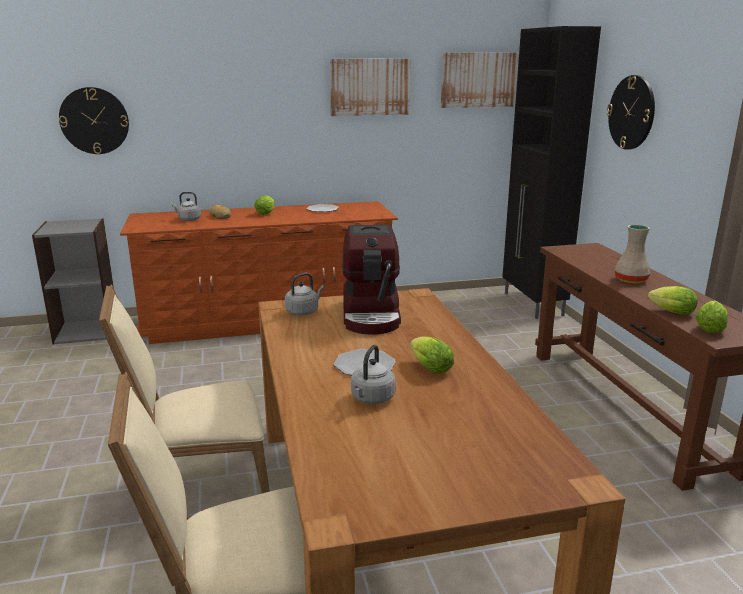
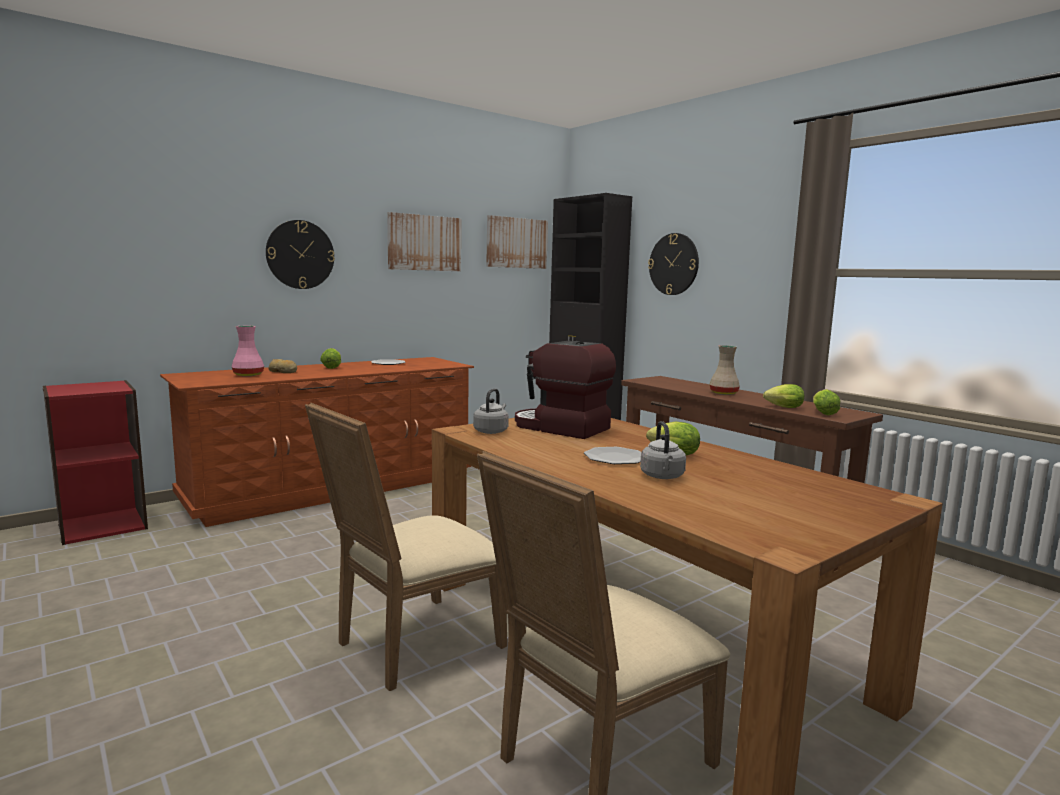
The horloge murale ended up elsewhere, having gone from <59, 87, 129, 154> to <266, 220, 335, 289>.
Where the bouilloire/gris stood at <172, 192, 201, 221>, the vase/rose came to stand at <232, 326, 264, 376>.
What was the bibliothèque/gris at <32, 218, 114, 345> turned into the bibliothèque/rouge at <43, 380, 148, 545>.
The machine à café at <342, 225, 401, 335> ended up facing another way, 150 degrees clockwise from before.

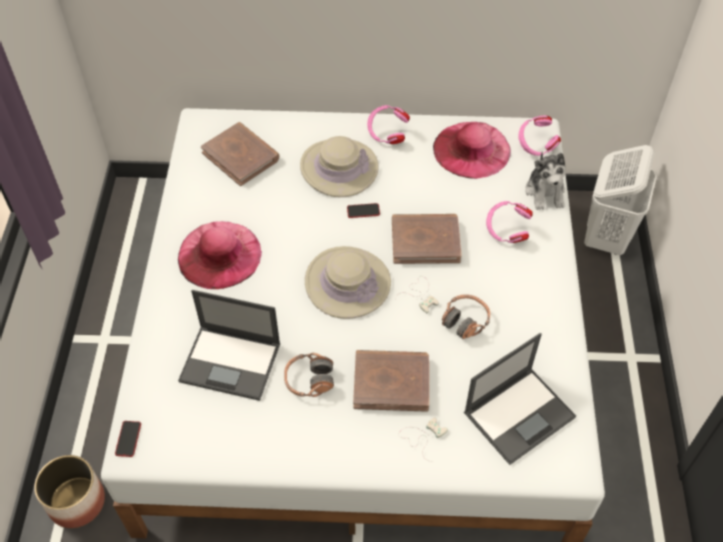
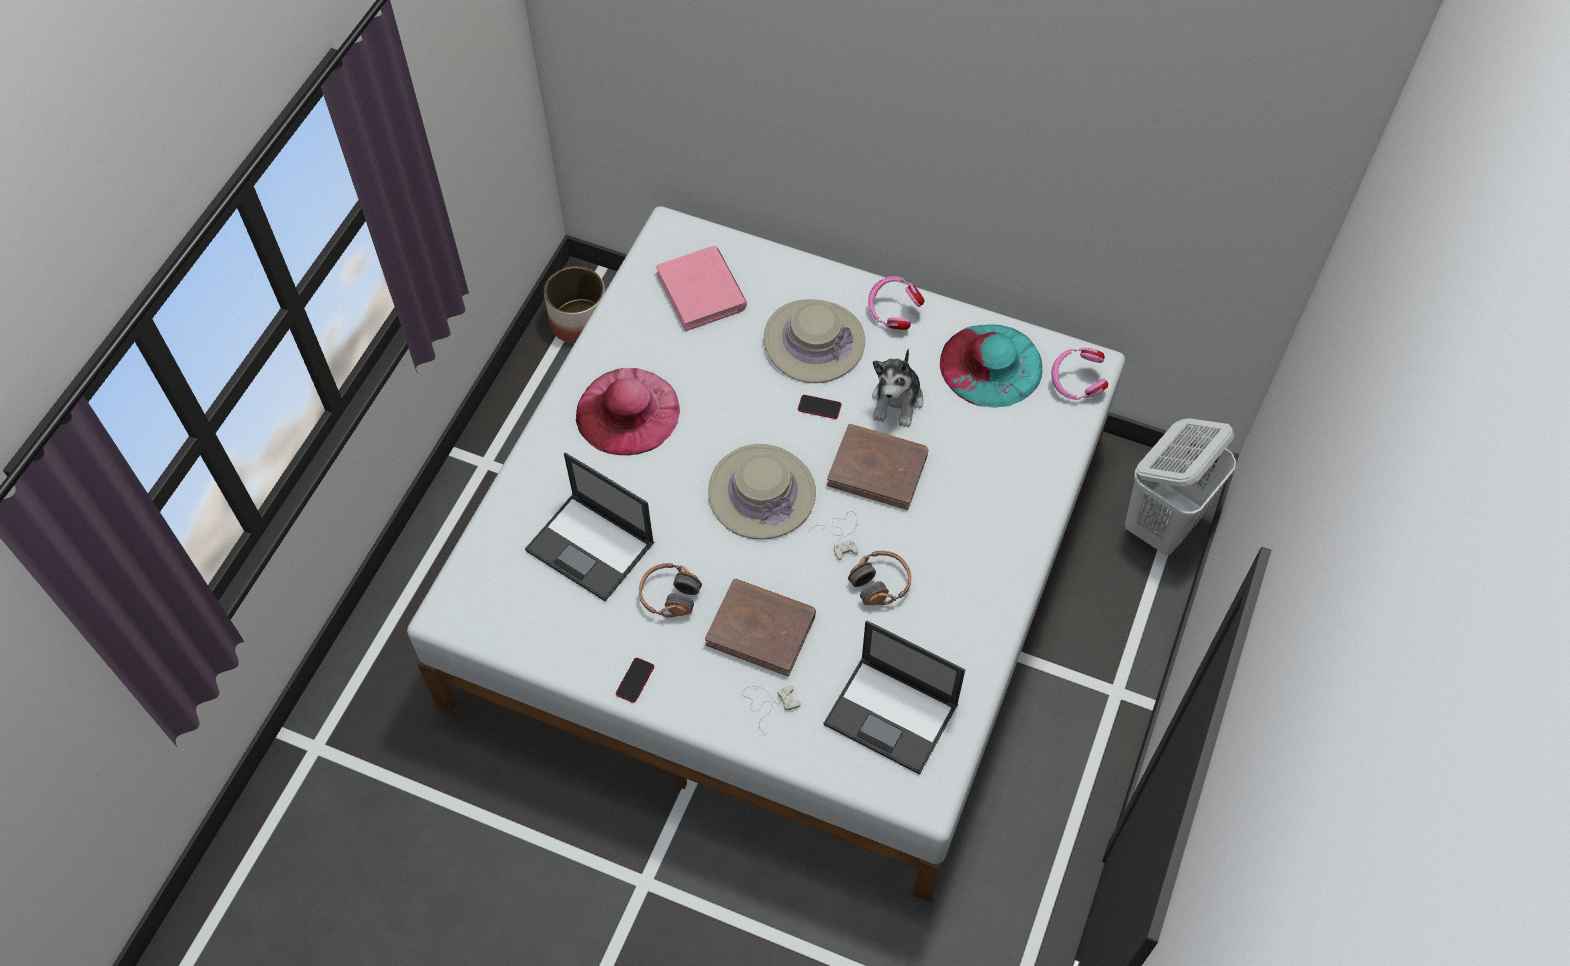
The second view lost the casque audio/rose at <486, 201, 533, 243>.
The cache-pot ended up elsewhere, having gone from <34, 455, 105, 528> to <544, 266, 605, 344>.
The téléphone ended up elsewhere, having gone from <115, 421, 141, 457> to <616, 658, 654, 703>.
The peluche ended up elsewhere, having gone from <525, 151, 565, 210> to <872, 349, 923, 428>.
What was the livre/marron at <201, 122, 279, 186> turned into the livre/rose at <656, 246, 747, 331>.
What was the chapeau/rose at <433, 122, 511, 179> turned into the chapeau/turquoise at <939, 324, 1042, 408>.
The ordinateur portable at <464, 333, 576, 465> ended up facing another way, 45 degrees clockwise from before.

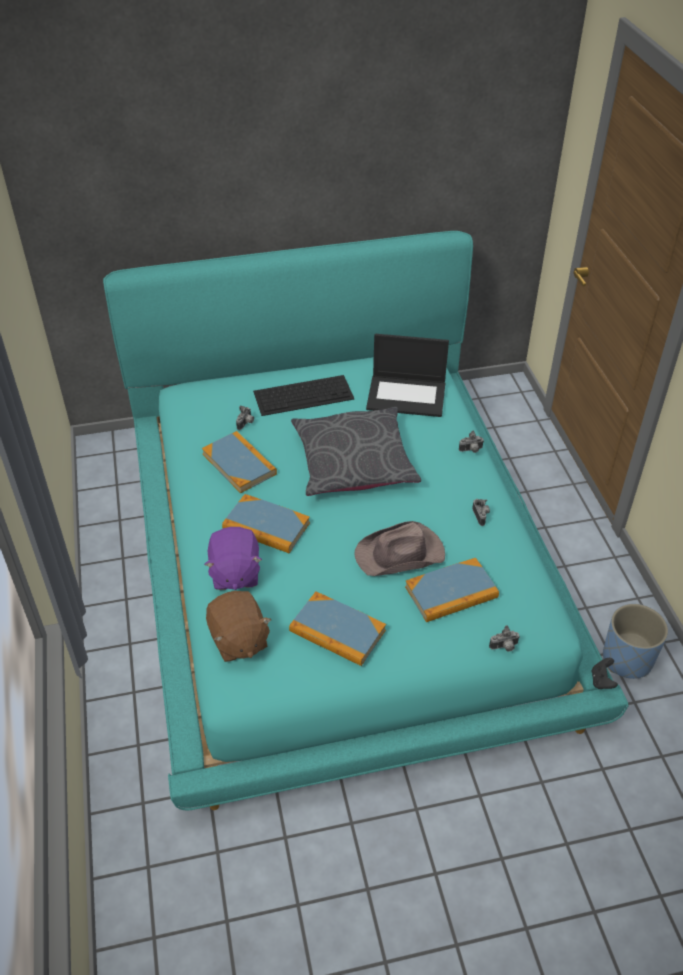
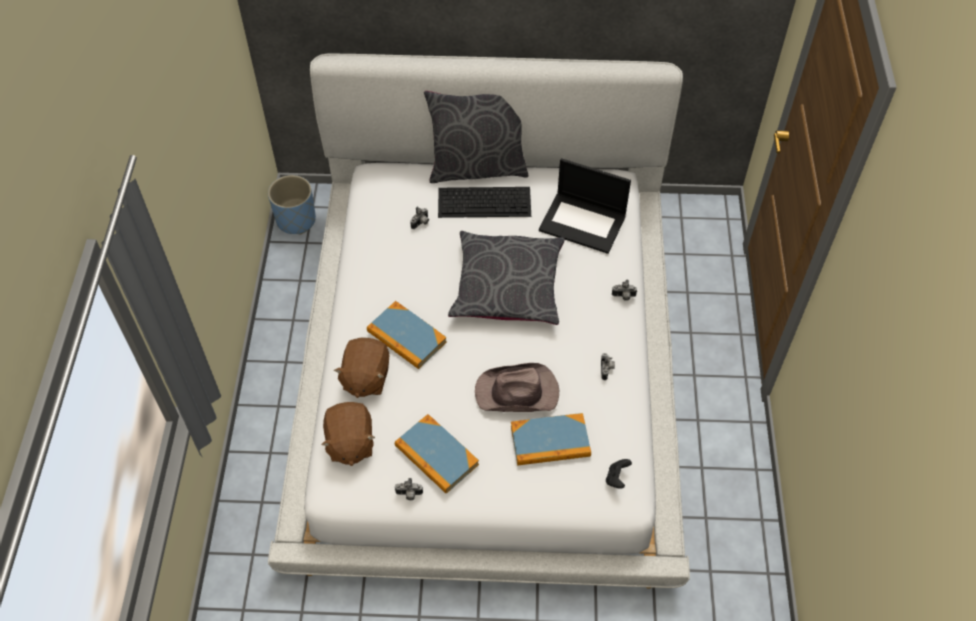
The second view lost the livre at <202, 431, 277, 493>.
The second view gained the coussin/gris at <424, 91, 528, 183>.
The appareil photo ended up elsewhere, having gone from <489, 625, 520, 652> to <394, 478, 423, 500>.
The manette/noir ended up elsewhere, having gone from <591, 658, 618, 689> to <606, 459, 632, 489>.
The cache-pot/bleu ended up elsewhere, having gone from <603, 604, 668, 679> to <268, 175, 316, 235>.
What was the lit/turquoise at <103, 231, 628, 811> turned into the lit/blanc at <268, 54, 690, 589>.
What was the peluche/violet at <204, 527, 262, 590> turned into the peluche/marron at <334, 337, 389, 398>.

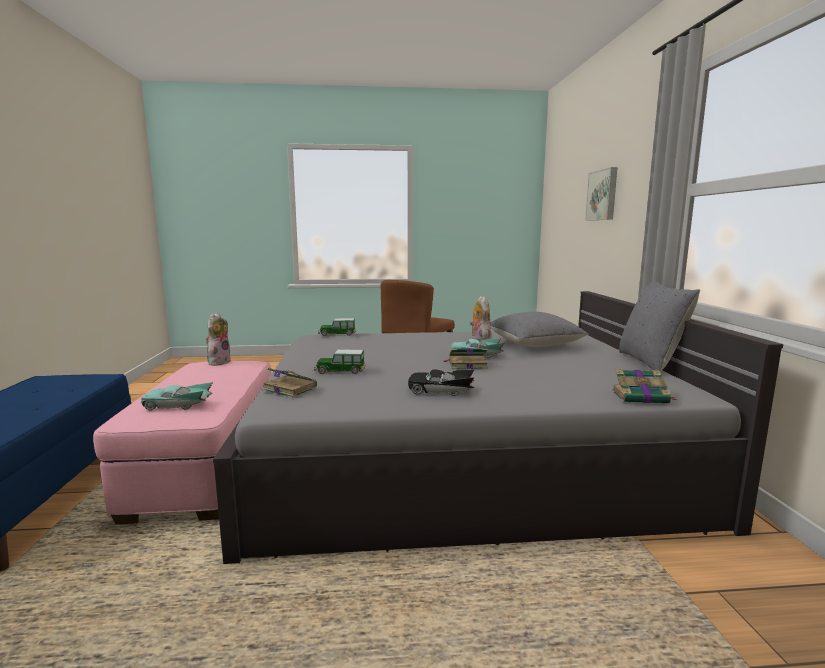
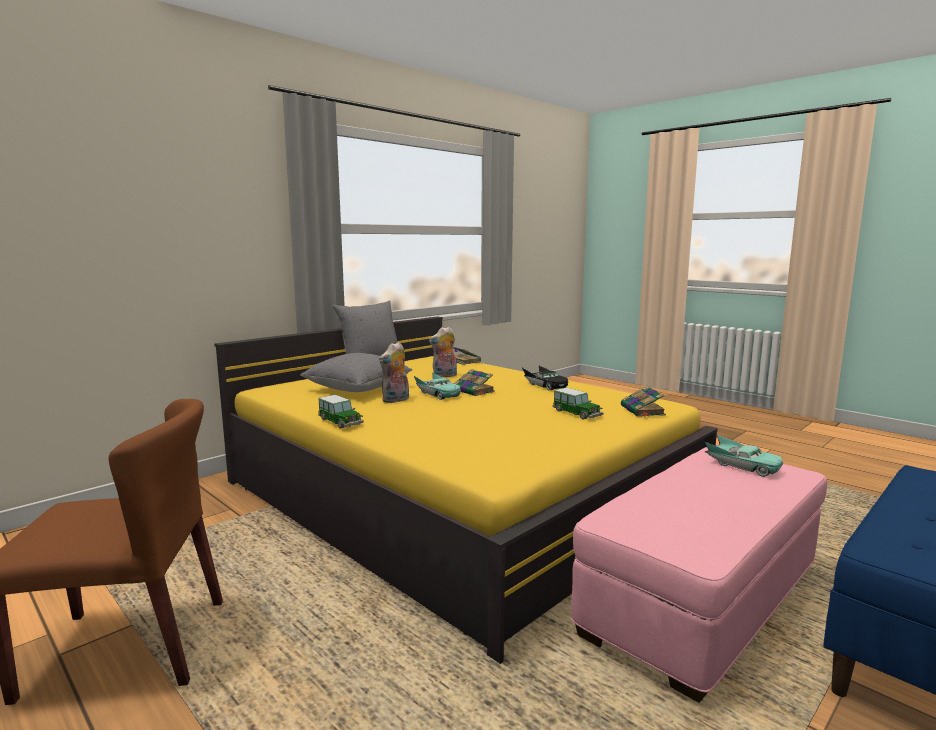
The second view lost the tableau at <585, 167, 617, 221>.
The peluche ended up elsewhere, having gone from <206, 313, 231, 366> to <429, 326, 457, 378>.
The petite voiture ended up elsewhere, having gone from <318, 318, 356, 336> to <318, 395, 364, 428>.
What was the lit/gris at <213, 291, 783, 564> turned into the lit/jaune at <214, 317, 718, 664>.

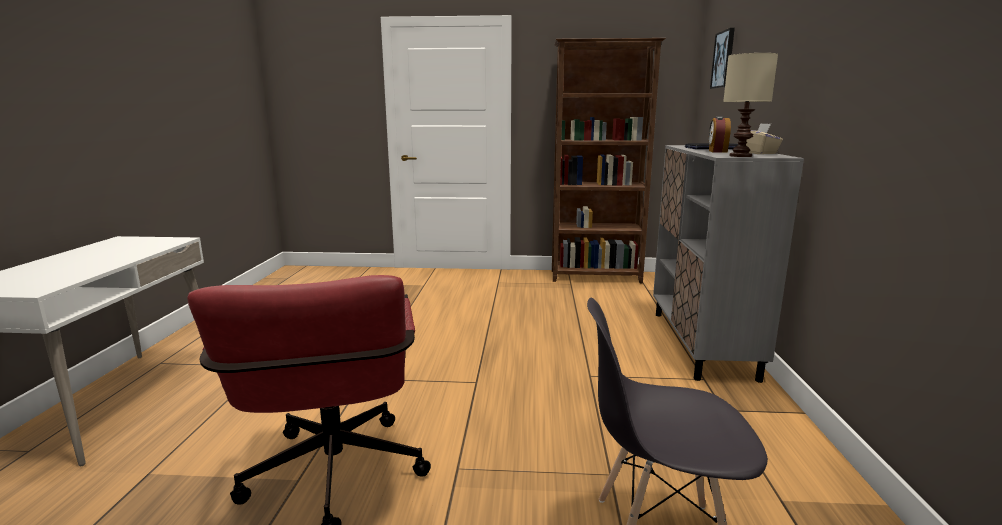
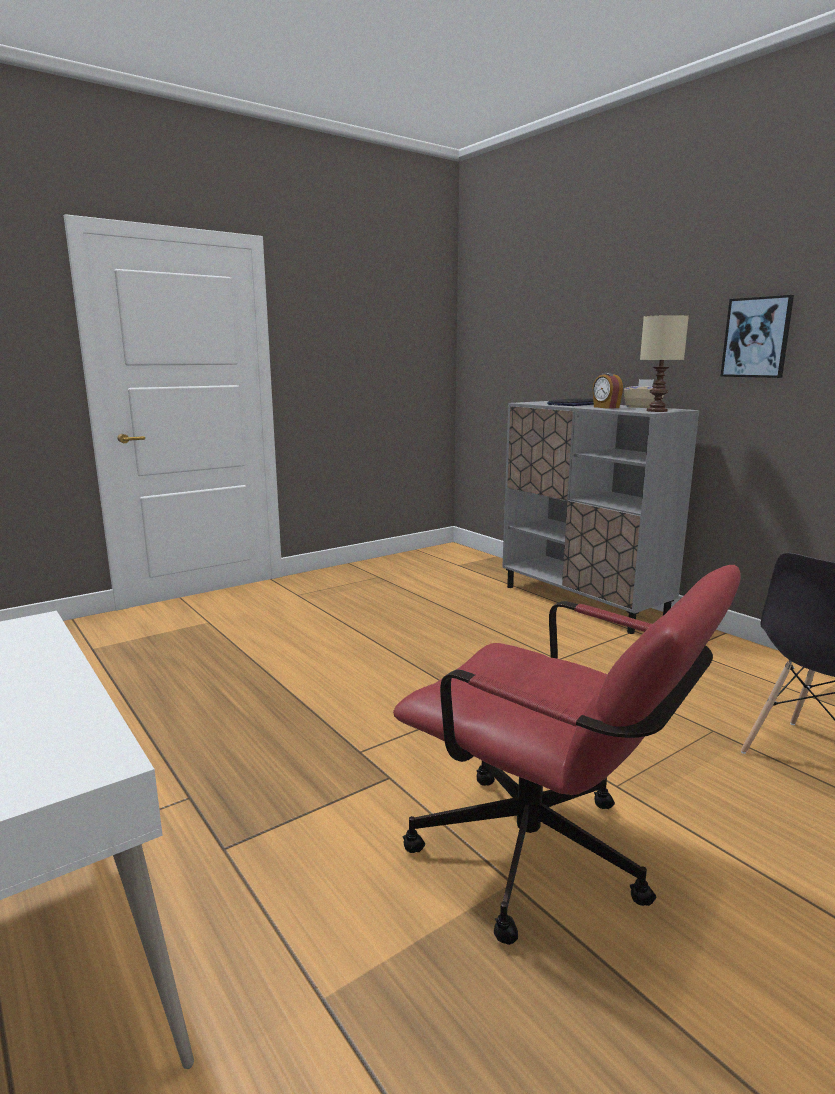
The second view lost the bibliothèque/marron at <552, 38, 666, 283>.
The tableau ended up elsewhere, having gone from <710, 28, 735, 89> to <720, 295, 794, 378>.

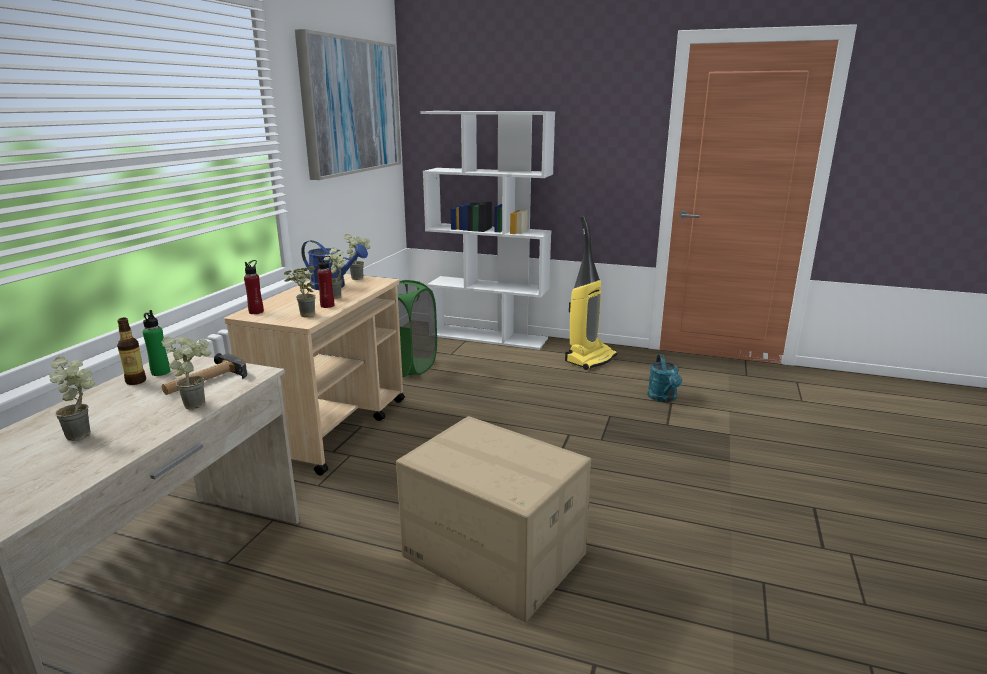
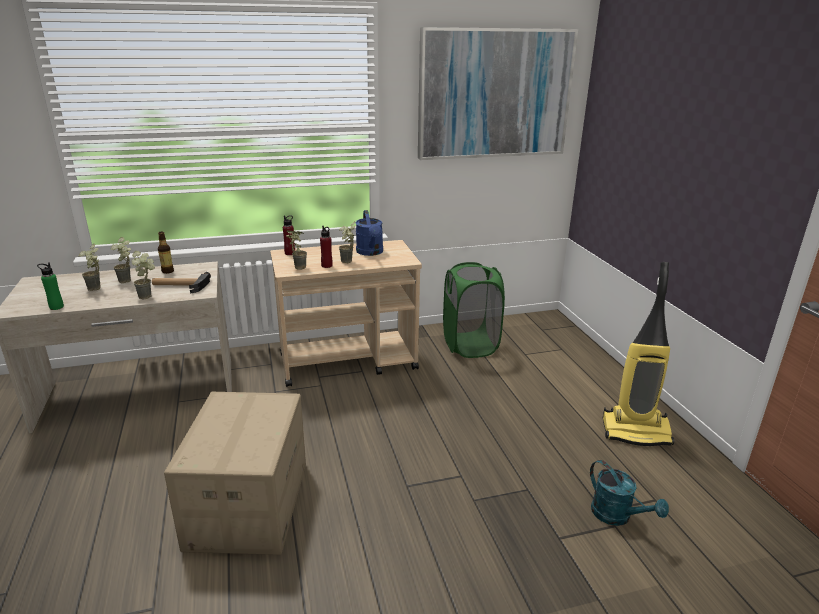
The second view lost the bibliothèque/blanc at <420, 111, 555, 350>.
The bouteille/vert ended up elsewhere, having gone from <142, 310, 170, 376> to <37, 262, 64, 310>.
The plante en pot ended up elsewhere, having gone from <344, 234, 370, 280> to <111, 237, 131, 283>.
The arrosoir/turquoise at <647, 354, 682, 402> ended up facing another way, 90 degrees counterclockwise from before.

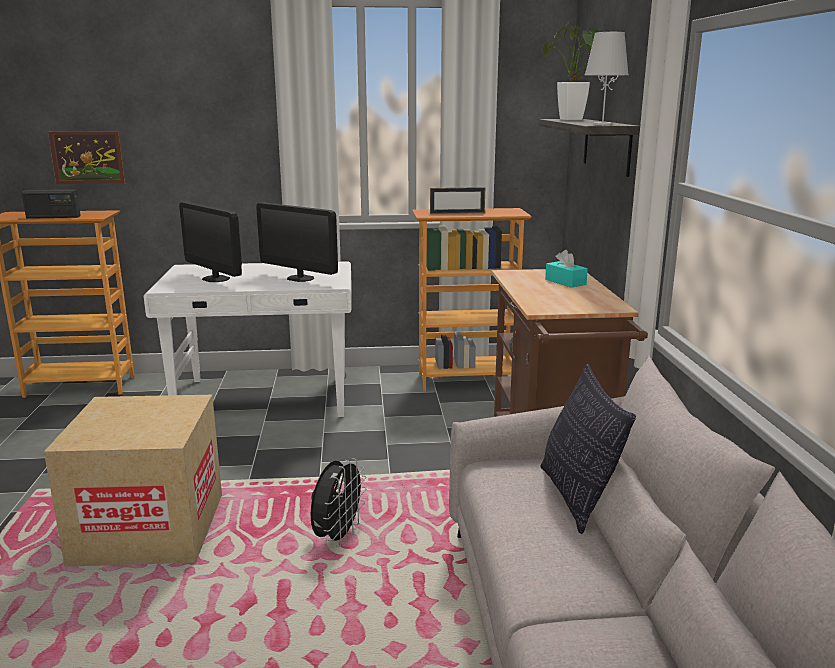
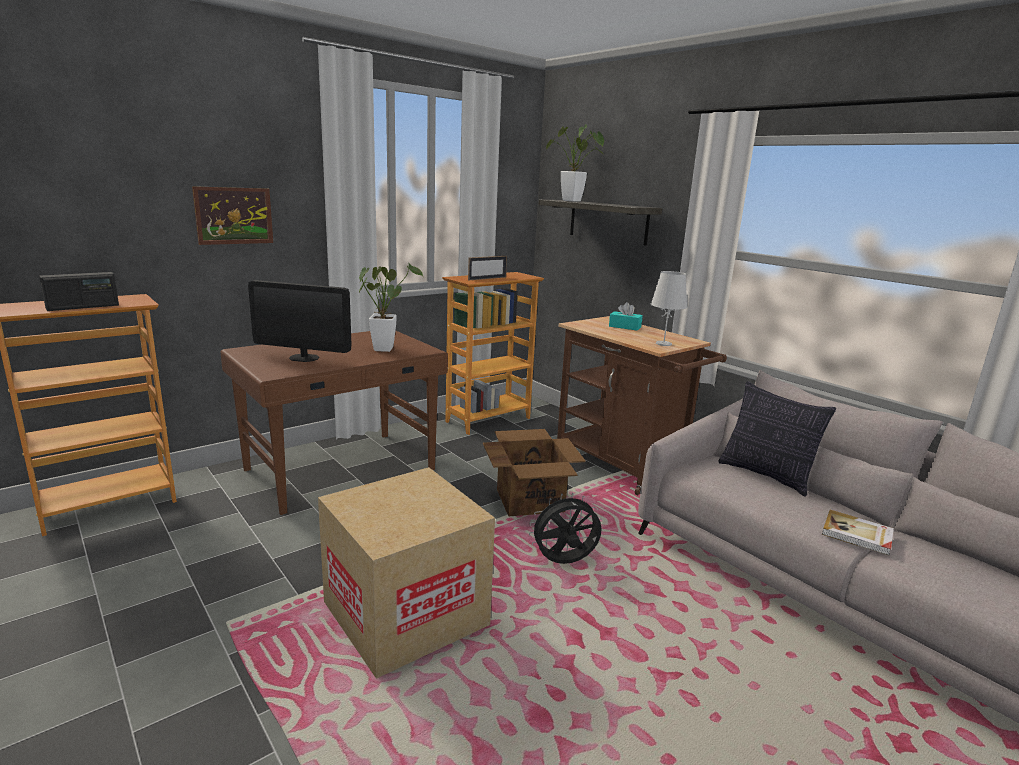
The second view gained the carton at <483, 429, 586, 516>.
The second view gained the livre at <822, 510, 894, 556>.
The tableau ended up elsewhere, having gone from <48, 131, 126, 184> to <192, 186, 273, 245>.
The lampe de table/blanc ended up elsewhere, having gone from <585, 32, 629, 125> to <651, 271, 687, 346>.
Where the écran d'ordinateur stood at <256, 202, 338, 282>, the plante en pot came to stand at <359, 263, 423, 352>.
What was the bureau/blanc at <144, 261, 351, 417> turned into the bureau/marron at <221, 330, 448, 515>.
The ventilateur/noir at <311, 458, 367, 547> ended up facing another way, 90 degrees counterclockwise from before.

